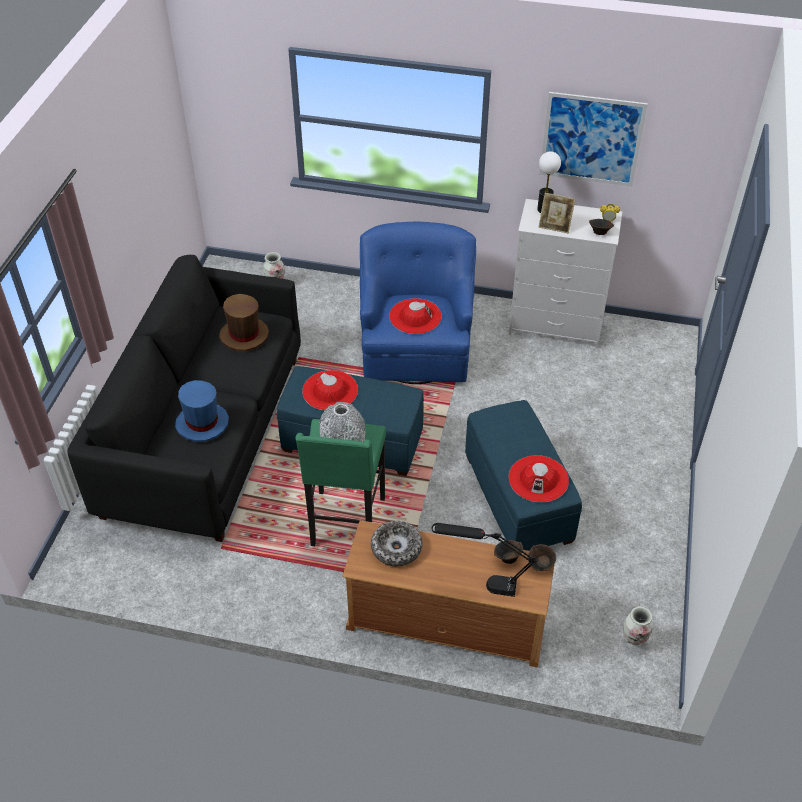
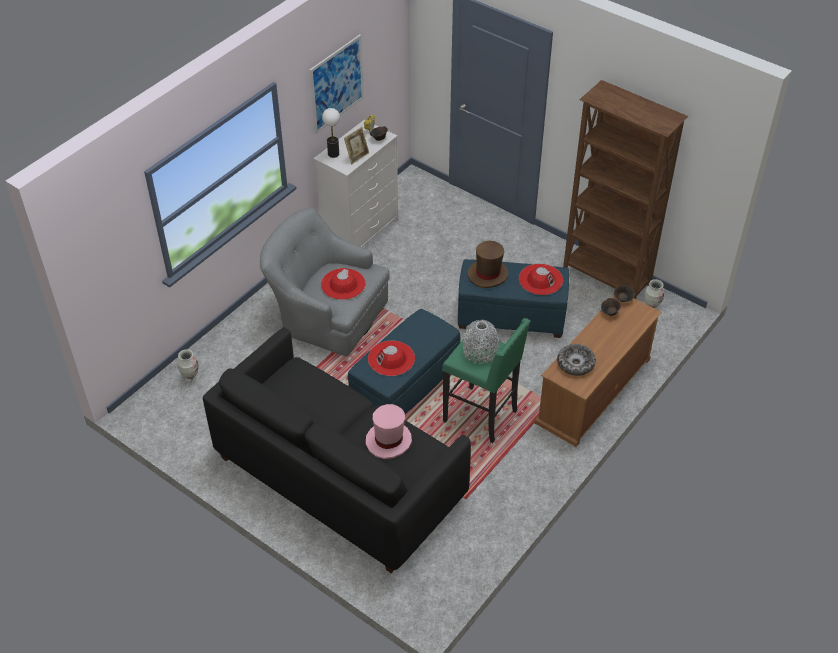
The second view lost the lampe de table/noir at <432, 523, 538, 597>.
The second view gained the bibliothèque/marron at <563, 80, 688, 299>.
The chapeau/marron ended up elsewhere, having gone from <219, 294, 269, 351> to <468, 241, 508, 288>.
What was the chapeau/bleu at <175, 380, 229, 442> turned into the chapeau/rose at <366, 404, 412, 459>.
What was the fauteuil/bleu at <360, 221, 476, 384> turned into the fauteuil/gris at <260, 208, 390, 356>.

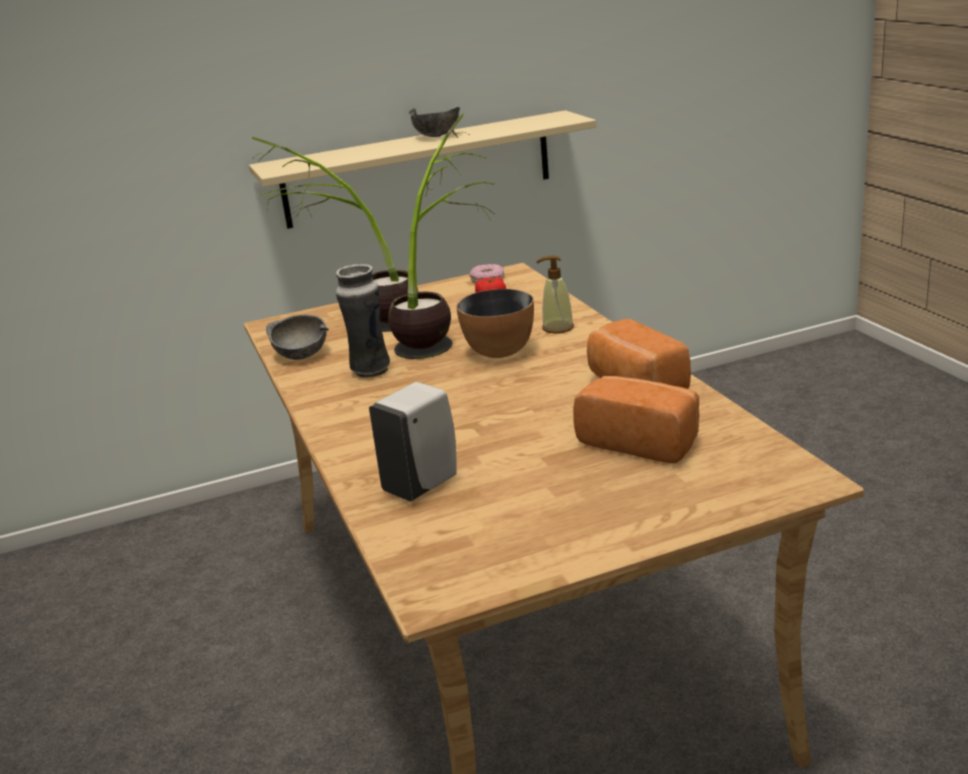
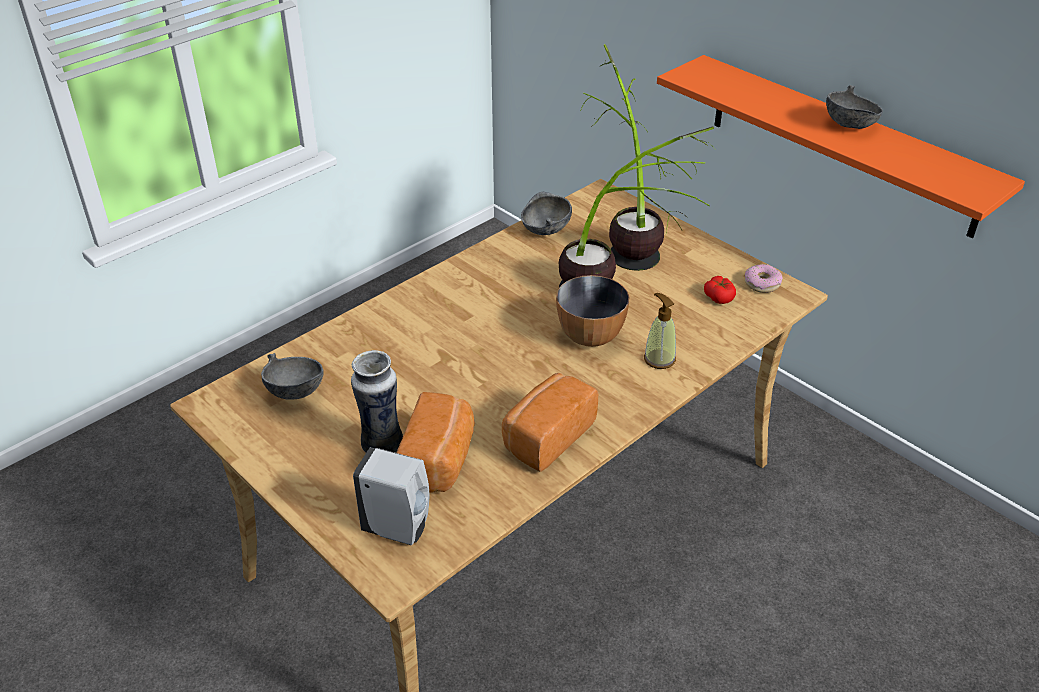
The second view gained the bol/gris at <261, 353, 324, 400>.
The vase ended up elsewhere, having gone from <336, 264, 390, 378> to <351, 350, 403, 453>.
The distributeur de savon/blanc ended up elsewhere, having gone from <369, 382, 457, 502> to <353, 447, 430, 545>.
What was the étagère/beige at <249, 110, 596, 229> turned into the étagère/orange at <657, 55, 1025, 238>.

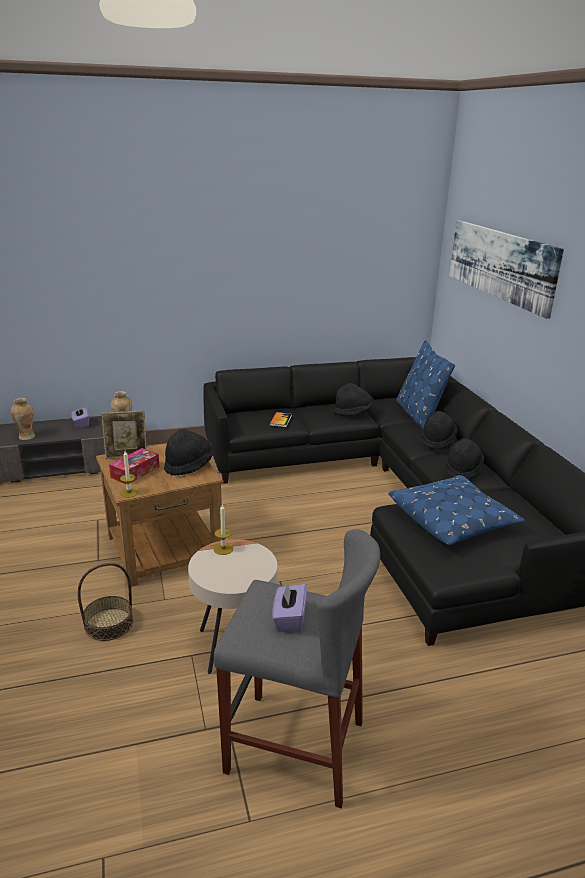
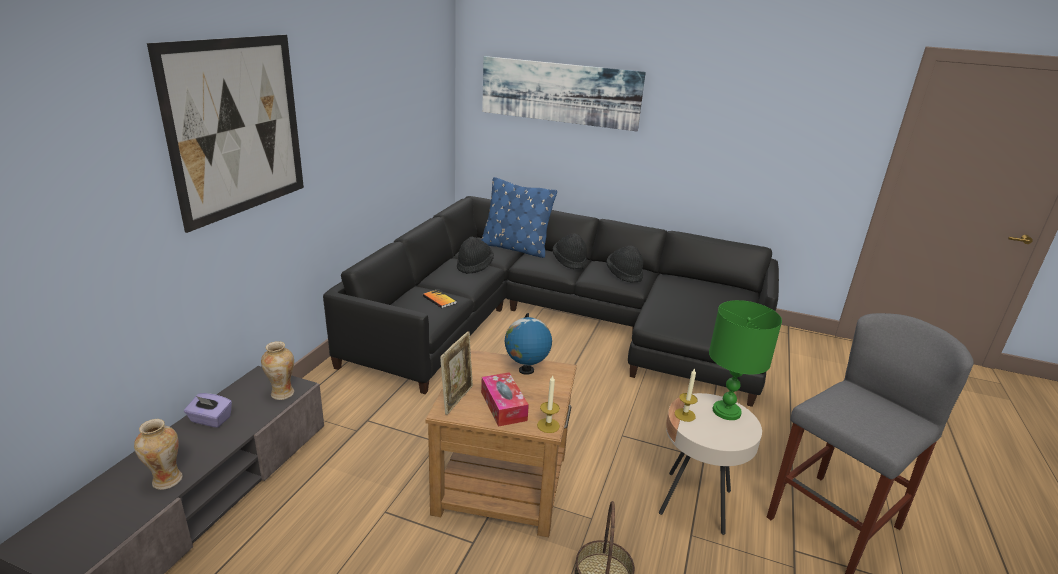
The second view lost the boîte à mouchoirs/violet at <272, 582, 307, 632>.
The second view lost the coussin/bleu at <388, 475, 525, 545>.
The second view gained the tableau at <147, 35, 304, 233>.
The second view gained the lampe de table/vert at <709, 300, 782, 420>.
Where the chapeau/noir stood at <164, 429, 213, 476>, the globe came to stand at <505, 313, 552, 375>.

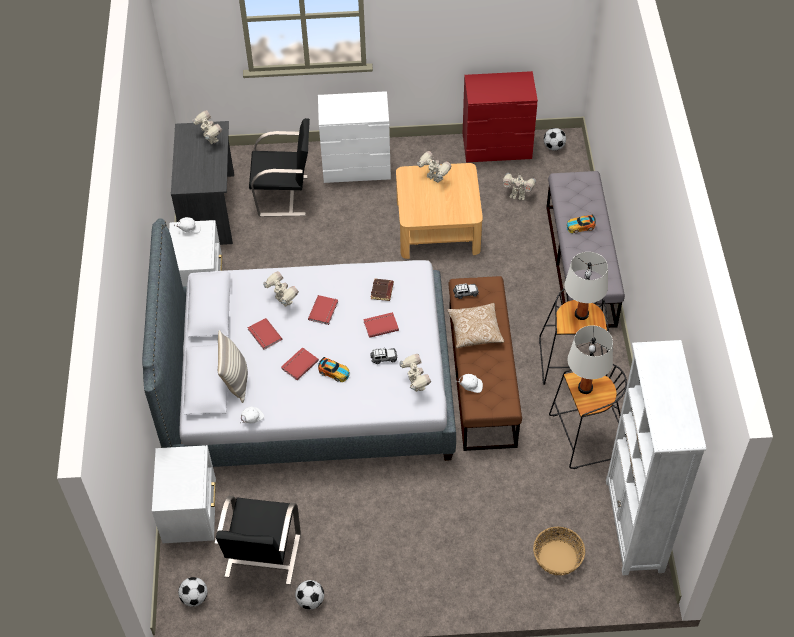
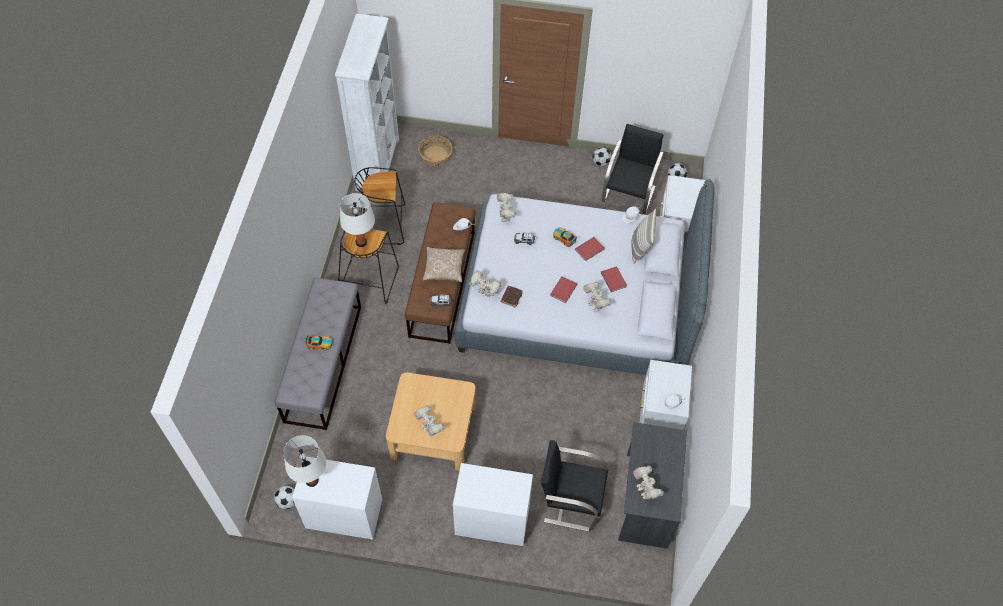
The second view lost the livre/rouge at <363, 312, 399, 338>.
The robot jouet ended up elsewhere, having gone from <503, 173, 536, 200> to <469, 270, 501, 297>.
The lampe de table/blanc ended up elsewhere, having gone from <567, 325, 613, 394> to <283, 435, 326, 487>.
What was the commode/rouge at <463, 71, 538, 162> turned into the commode/blanc at <292, 456, 382, 540>.

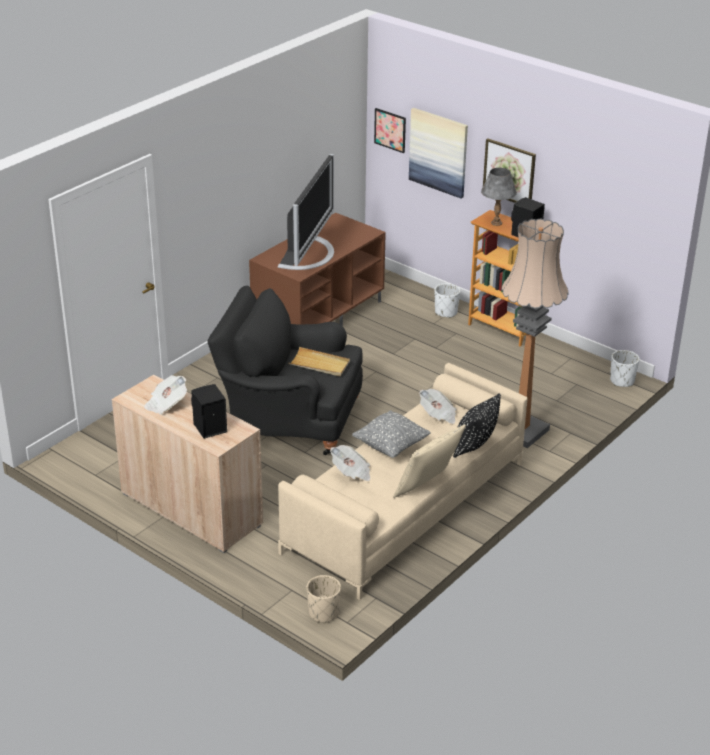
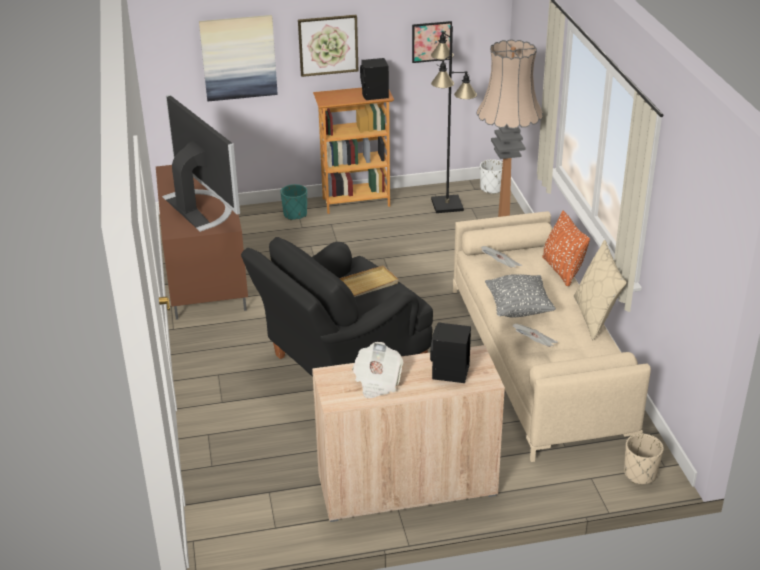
The second view lost the lampe de table/gris at <481, 168, 517, 226>.
The second view gained the lampadaire/noir at <431, 26, 477, 213>.
The tableau ended up elsewhere, having gone from <374, 108, 406, 153> to <412, 21, 452, 63>.
What was the cache-pot/blanc at <435, 283, 460, 318> turned into the cache-pot/turquoise at <281, 184, 307, 220>.
What was the coussin/noir at <453, 393, 501, 458> turned into the coussin/orange at <542, 211, 590, 287>.

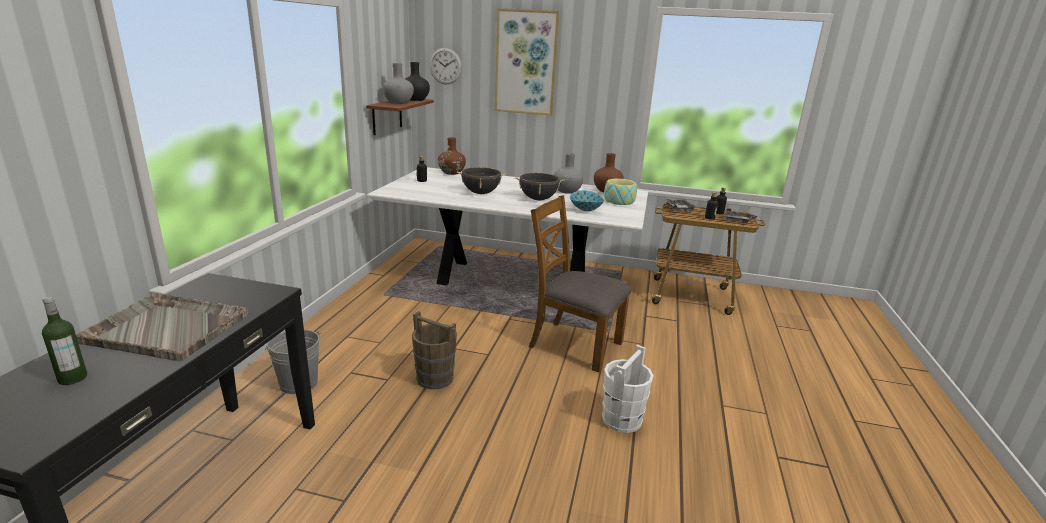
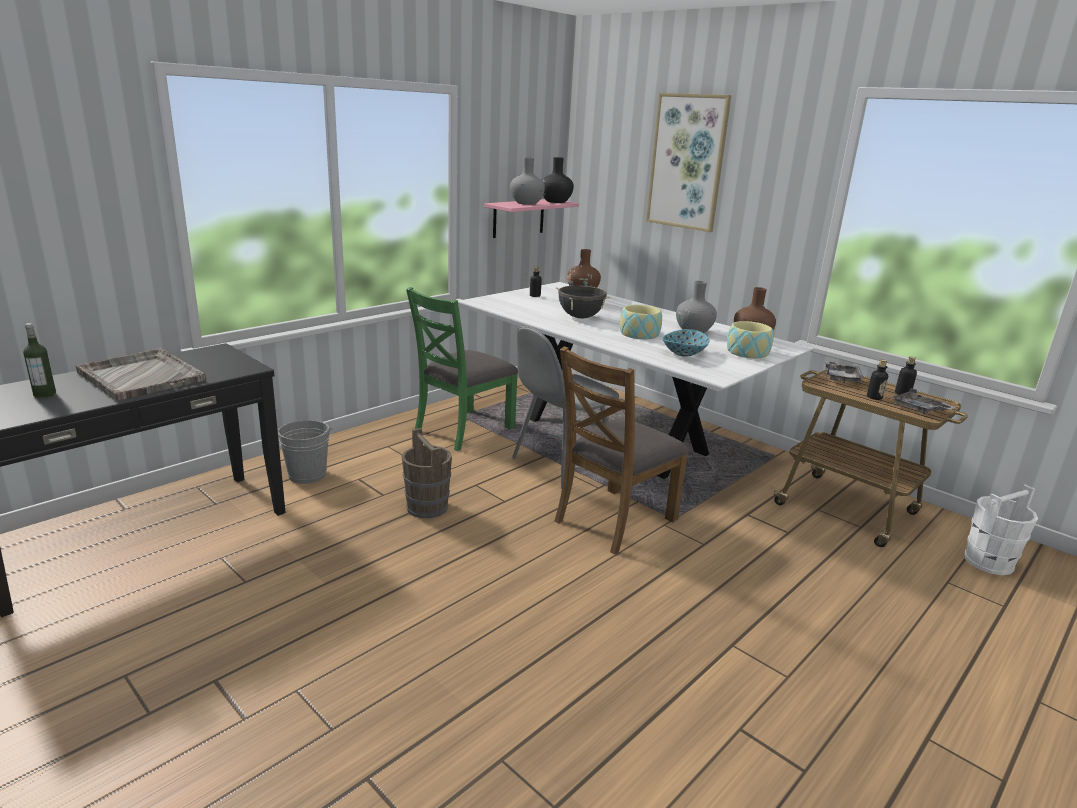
The second view lost the horloge murale at <429, 48, 462, 84>.
The second view gained the chaise/vert at <406, 287, 518, 451>.
The second view gained the chaise/gris at <513, 326, 619, 489>.
The seau/blanc ended up elsewhere, having gone from <602, 345, 654, 433> to <964, 485, 1038, 575>.
Where the marmite/noir stood at <515, 173, 565, 200>, the bol came to stand at <620, 305, 662, 339>.
What was the étagère/marron at <366, 99, 434, 135> turned into the étagère/rose at <484, 199, 579, 238>.
The chaise/marron at <529, 195, 632, 372> ended up facing another way, 105 degrees counterclockwise from before.

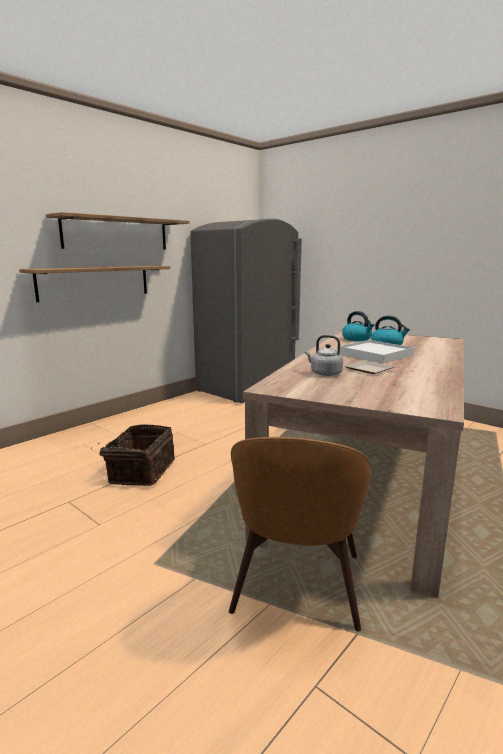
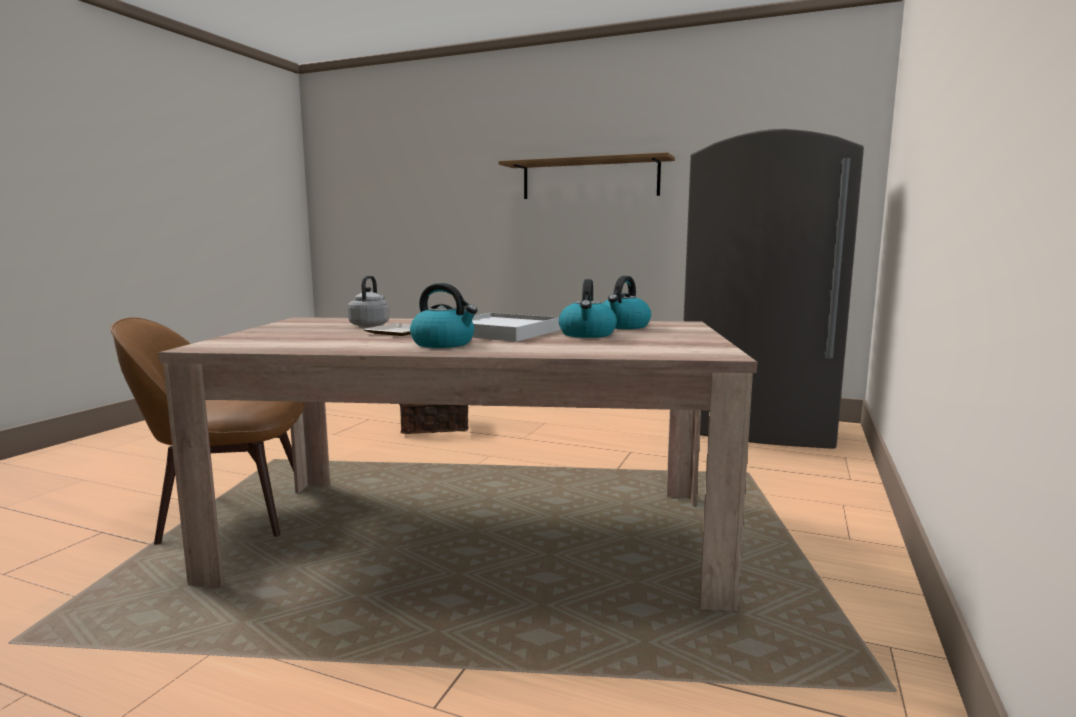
The second view lost the étagère at <19, 266, 170, 302>.
The second view gained the bouilloire at <410, 283, 477, 348>.

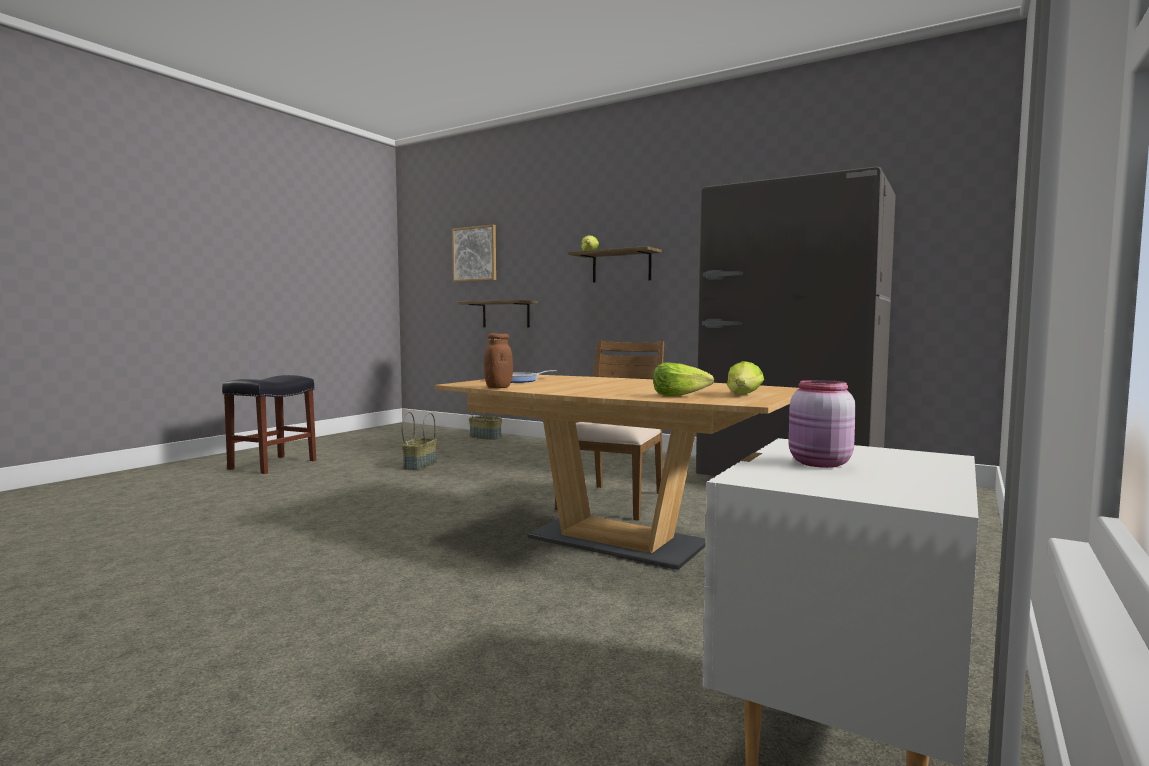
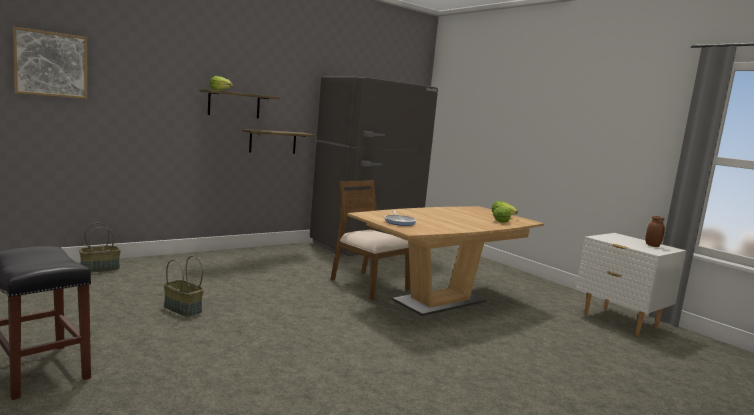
The second view lost the bocal/rose at <789, 380, 856, 468>.
The étagère ended up elsewhere, having gone from <458, 300, 537, 328> to <242, 129, 315, 154>.
The bocal/marron ended up elsewhere, having gone from <484, 333, 513, 388> to <645, 216, 665, 247>.

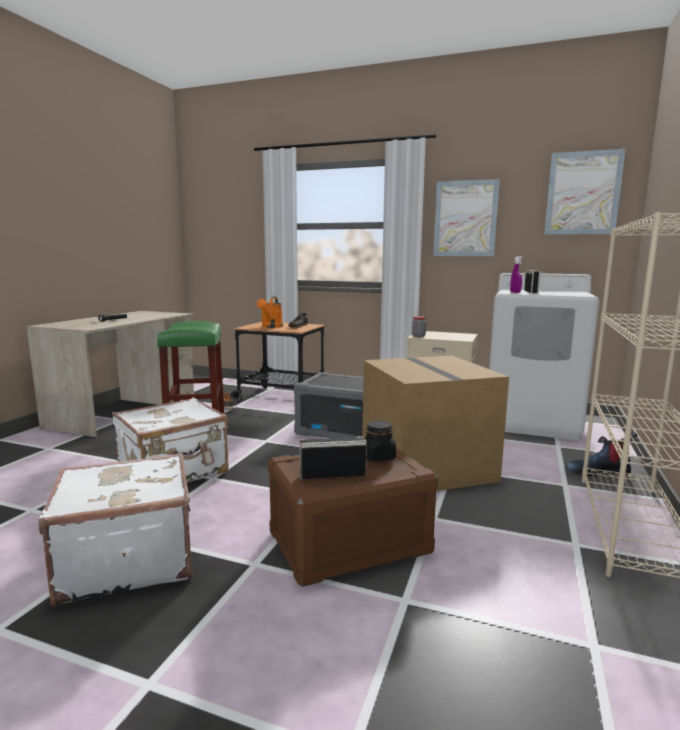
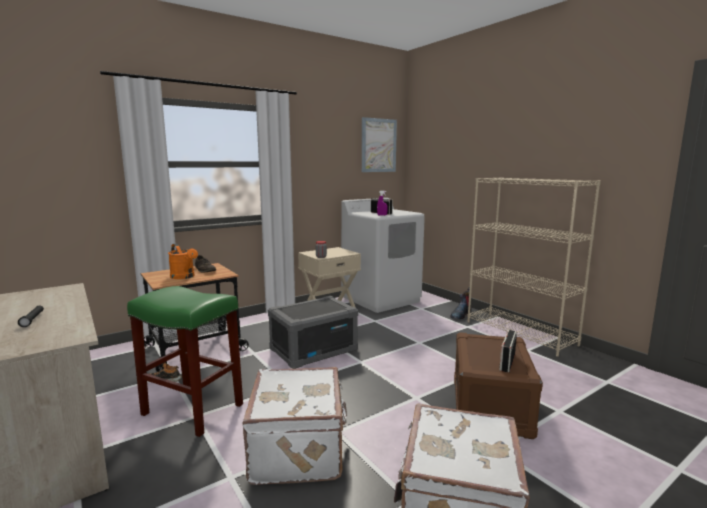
The second view lost the carton at <362, 355, 509, 491>.
The second view lost the bocal/noir at <365, 421, 396, 461>.
The second view lost the tableau at <433, 179, 500, 256>.

